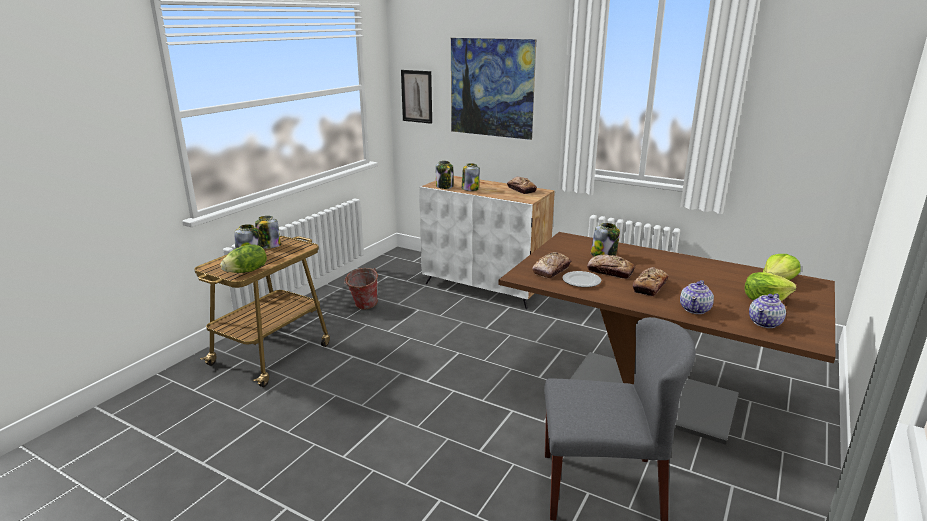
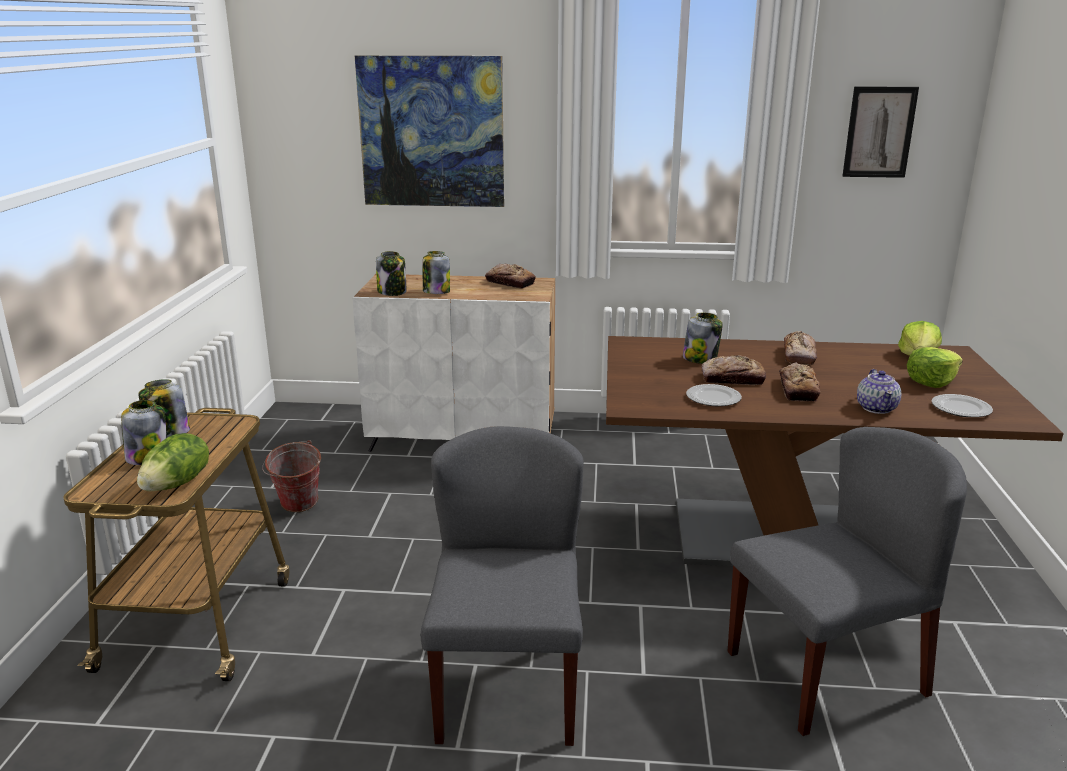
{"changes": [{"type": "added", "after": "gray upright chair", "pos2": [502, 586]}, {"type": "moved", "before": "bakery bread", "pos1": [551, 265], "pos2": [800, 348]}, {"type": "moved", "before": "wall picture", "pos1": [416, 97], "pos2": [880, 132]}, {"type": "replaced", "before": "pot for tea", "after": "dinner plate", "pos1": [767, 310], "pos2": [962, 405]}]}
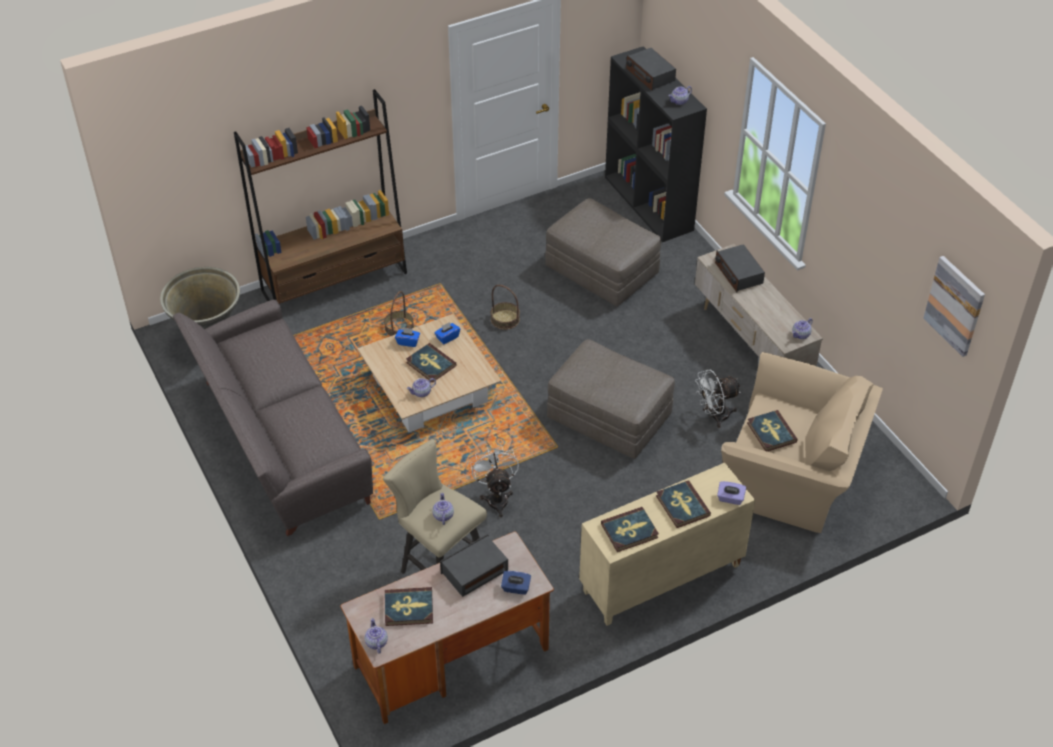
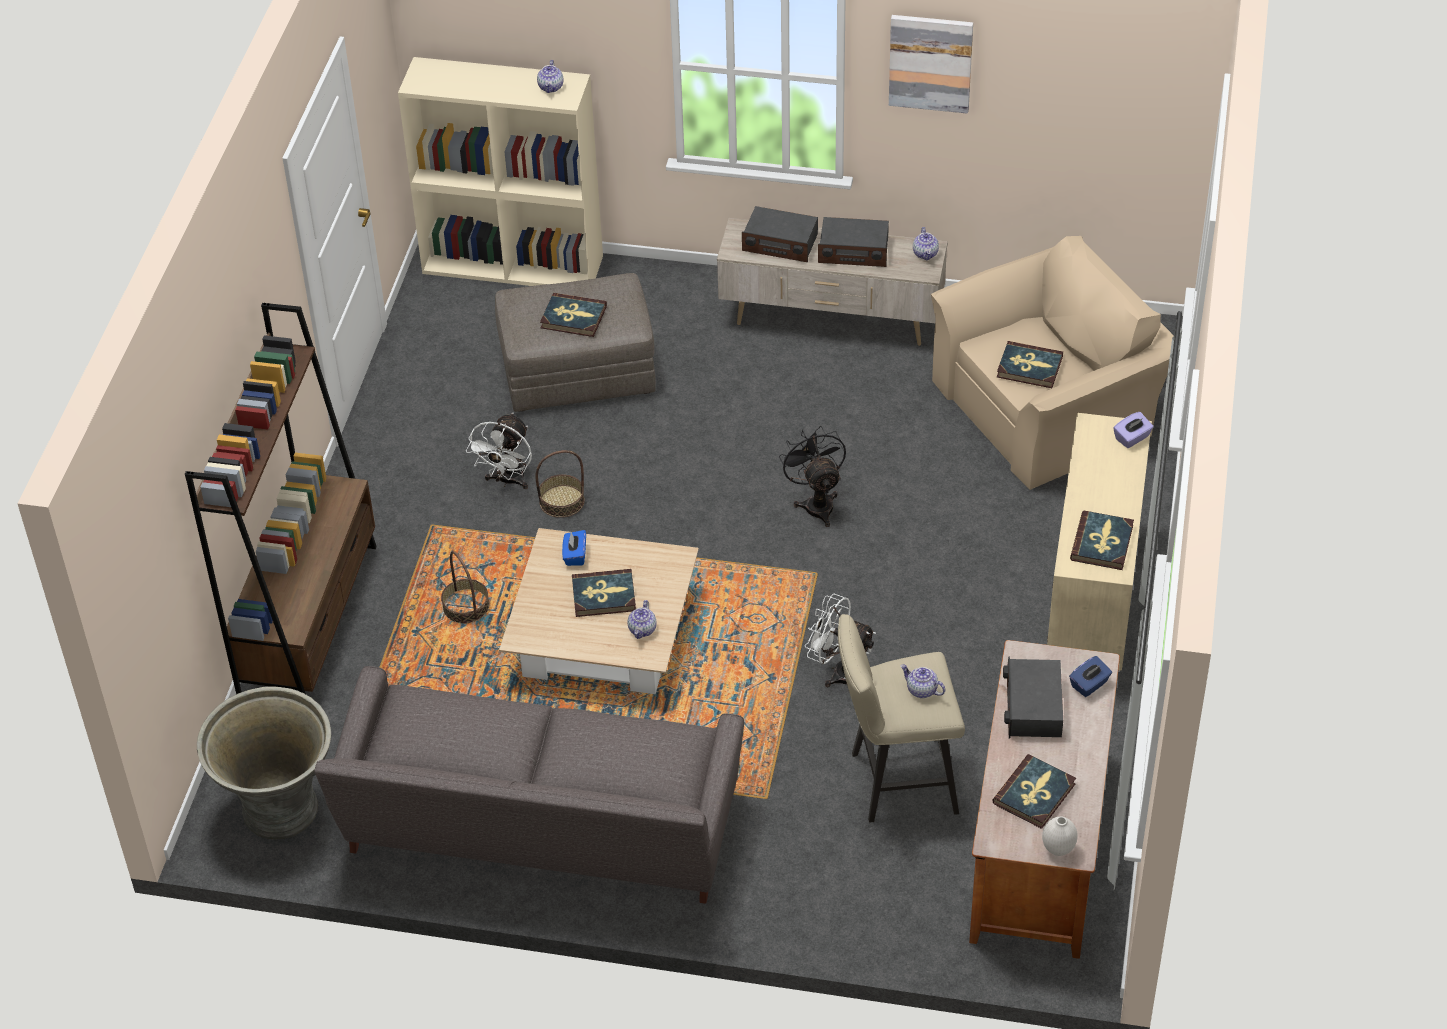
{"changes": [{"type": "recoloured", "before": "blackish shelving unit", "after": "sand-coloured shelving unit", "pos1": [656, 144], "pos2": [500, 171]}, {"type": "moved", "before": "whitish electric fan", "pos1": [718, 399], "pos2": [499, 451]}, {"type": "moved", "before": "volume", "pos1": [683, 504], "pos2": [573, 315]}, {"type": "replaced", "before": "gray ottoman", "after": "blackish electric fan", "pos1": [611, 399], "pos2": [812, 476]}, {"type": "moved", "before": "radio set", "pos1": [651, 69], "pos2": [853, 242]}, {"type": "moved", "before": "wall picture", "pos1": [954, 306], "pos2": [931, 64]}, {"type": "replaced", "before": "pot for tea", "after": "whitish flower vase", "pos1": [376, 636], "pos2": [1060, 836]}, {"type": "removed", "before": "blue tissue box", "pos1": [407, 337]}]}
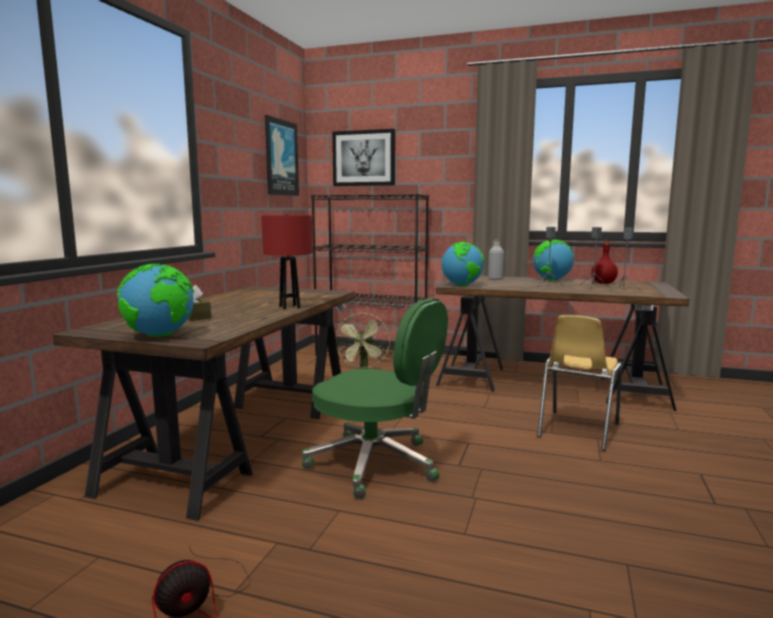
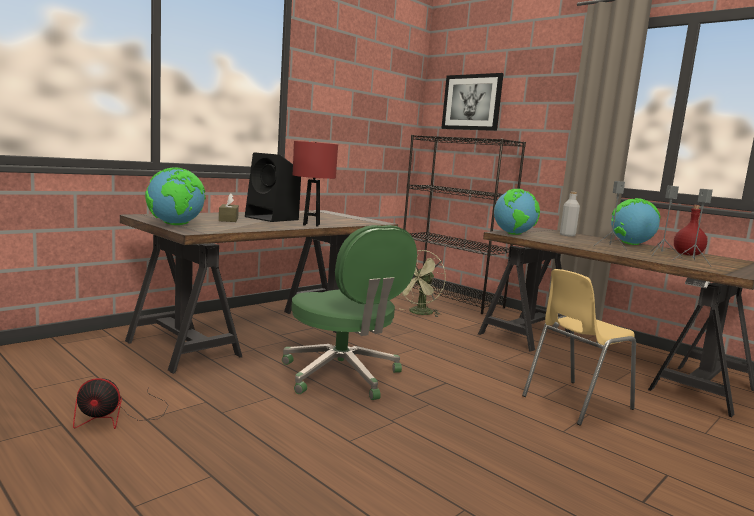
{"changes": [{"type": "added", "after": "blackish speaker", "pos2": [273, 187]}, {"type": "removed", "before": "wall picture", "pos1": [282, 155]}]}
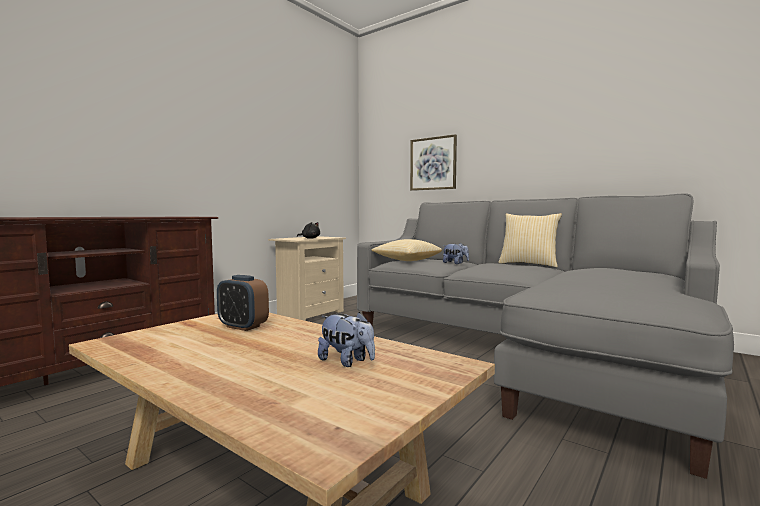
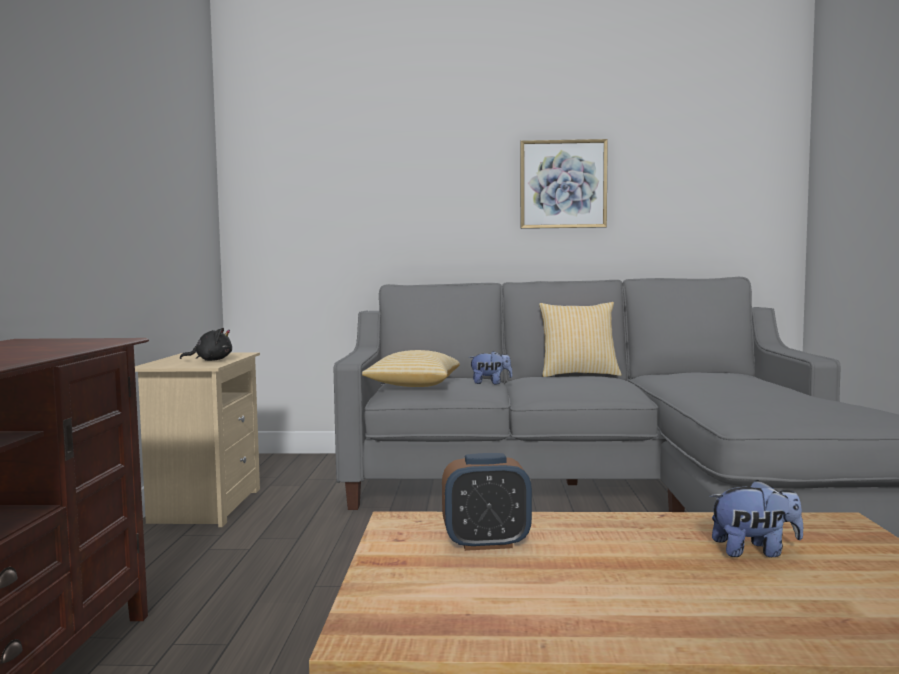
{"changes": [{"type": "moved", "before": "wall picture", "pos1": [433, 162], "pos2": [564, 184]}]}
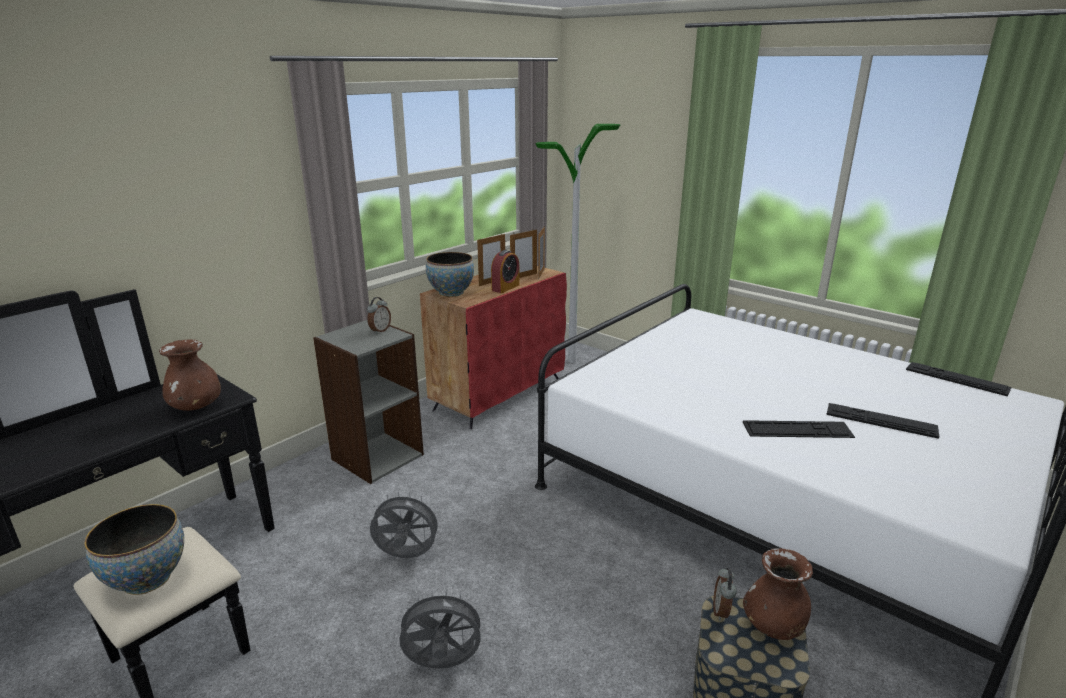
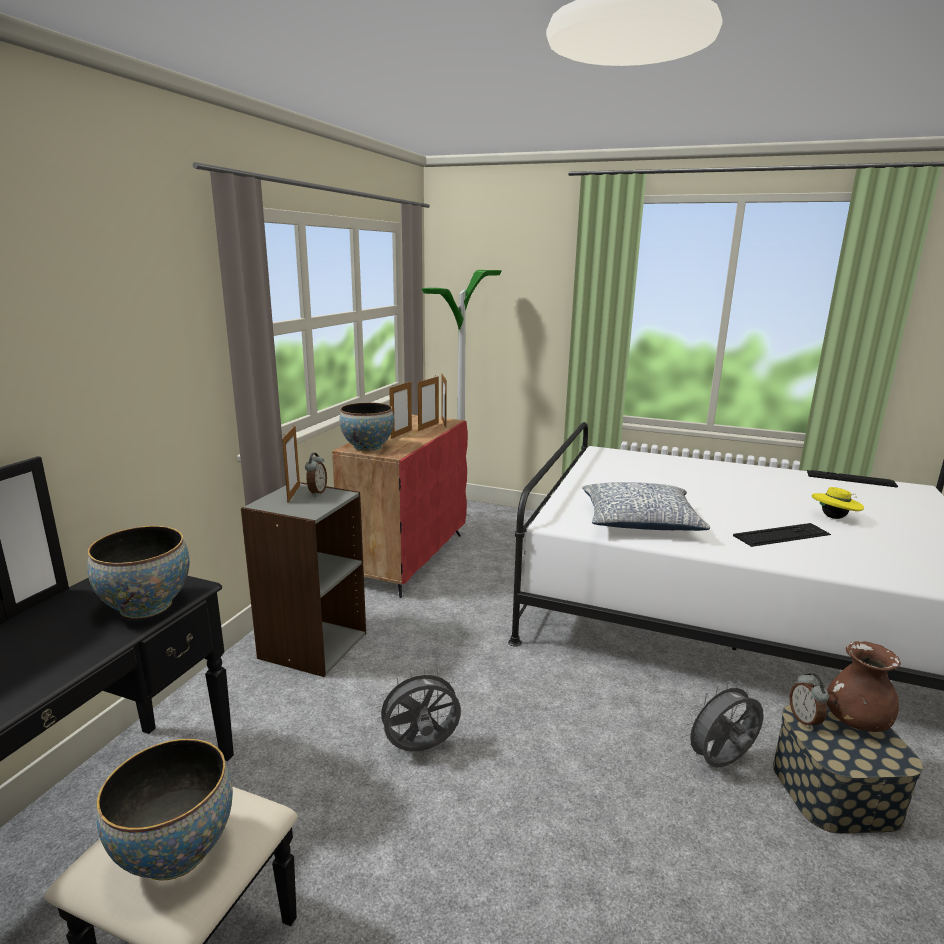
{"changes": [{"type": "replaced", "before": "brown-coloured flower vase", "after": "bowl", "pos1": [190, 375], "pos2": [138, 572]}, {"type": "added", "after": "standing frame", "pos2": [291, 464]}, {"type": "added", "after": "throw pillow", "pos2": [646, 506]}, {"type": "moved", "before": "gray electric fan", "pos1": [440, 628], "pos2": [723, 724]}, {"type": "replaced", "before": "PC keyboard", "after": "yellowish wearable hat", "pos1": [882, 421], "pos2": [838, 503]}, {"type": "removed", "before": "table clock", "pos1": [505, 271]}]}
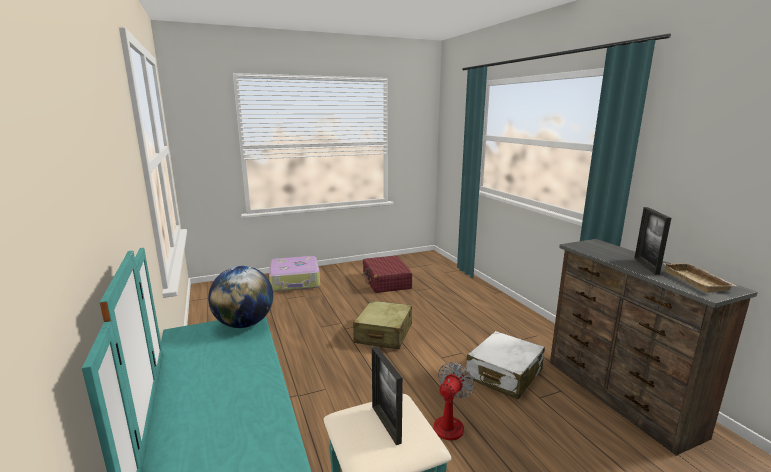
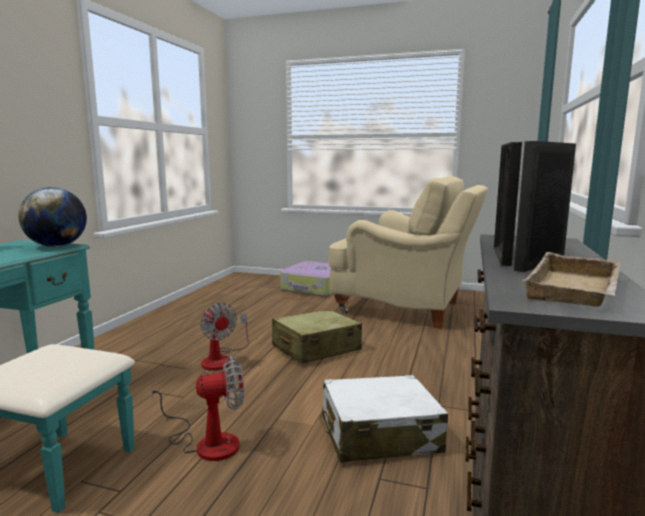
{"changes": [{"type": "added", "after": "electric fan", "pos2": [224, 337]}, {"type": "replaced", "before": "red travel case", "after": "sand-coloured lounge chair", "pos1": [388, 274], "pos2": [408, 252]}, {"type": "moved", "before": "standing frame", "pos1": [387, 395], "pos2": [508, 204]}]}
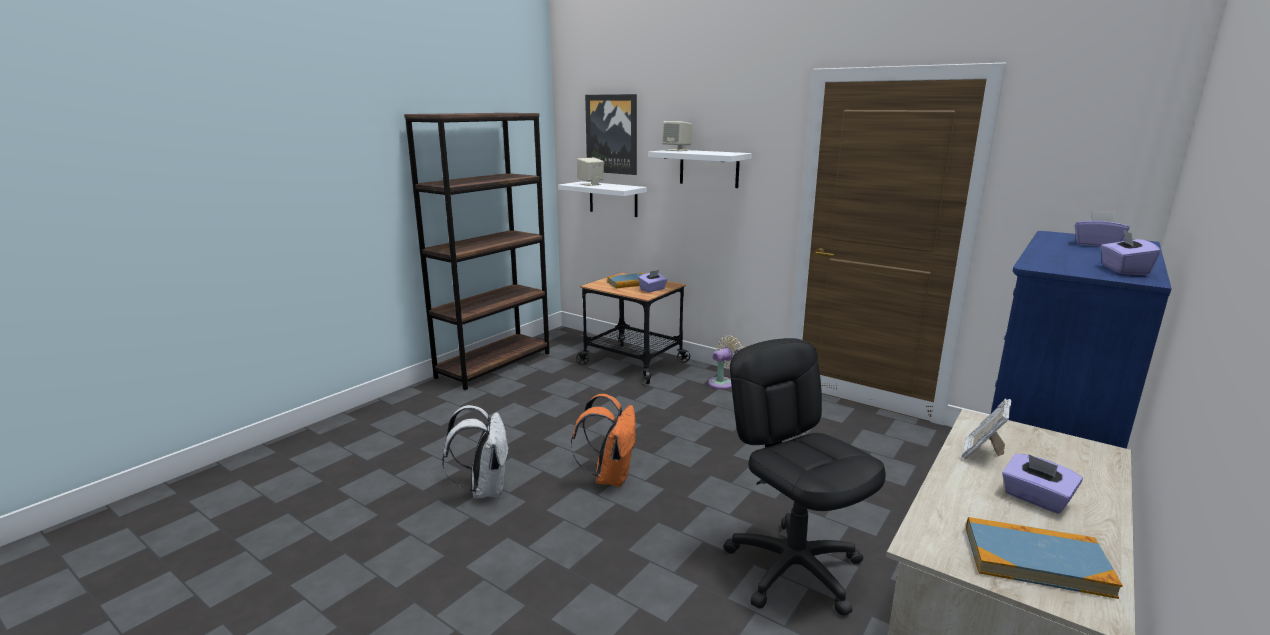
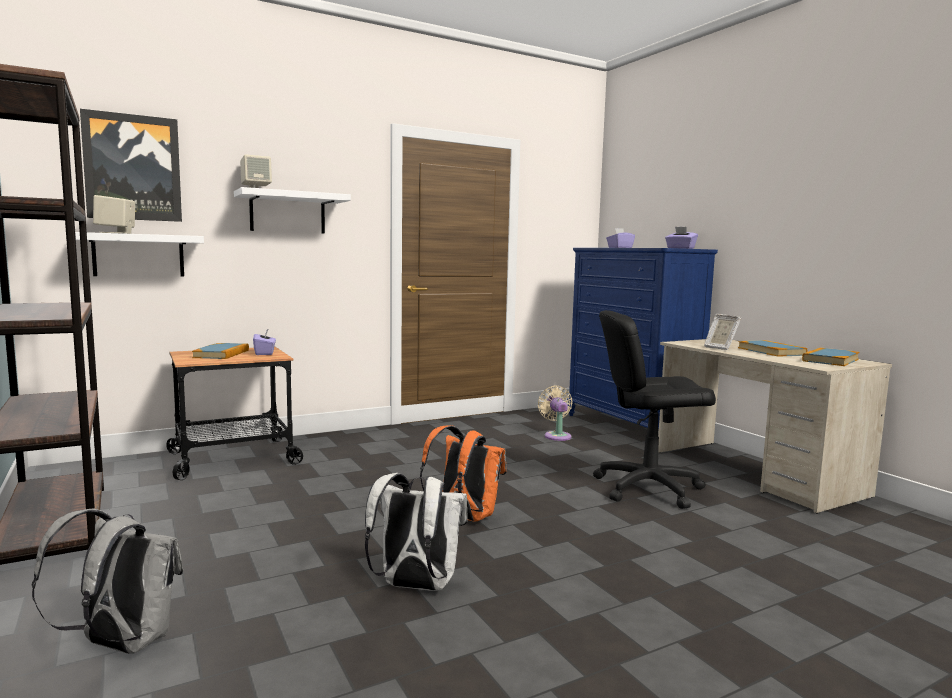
{"changes": [{"type": "added", "after": "gray knapsack", "pos2": [107, 581]}, {"type": "moved", "before": "sand-coloured electric fan", "pos1": [725, 362], "pos2": [555, 413]}, {"type": "replaced", "before": "purple tissue box", "after": "volume", "pos1": [1042, 484], "pos2": [772, 348]}]}
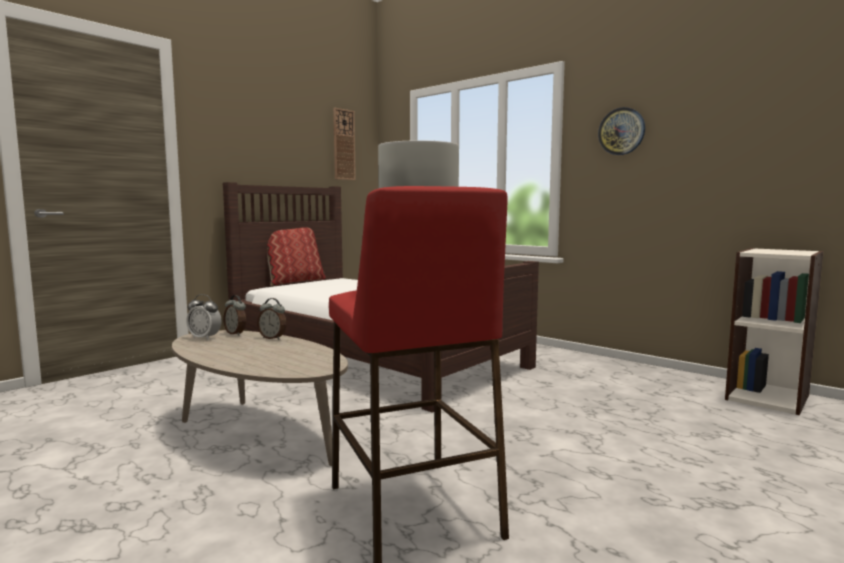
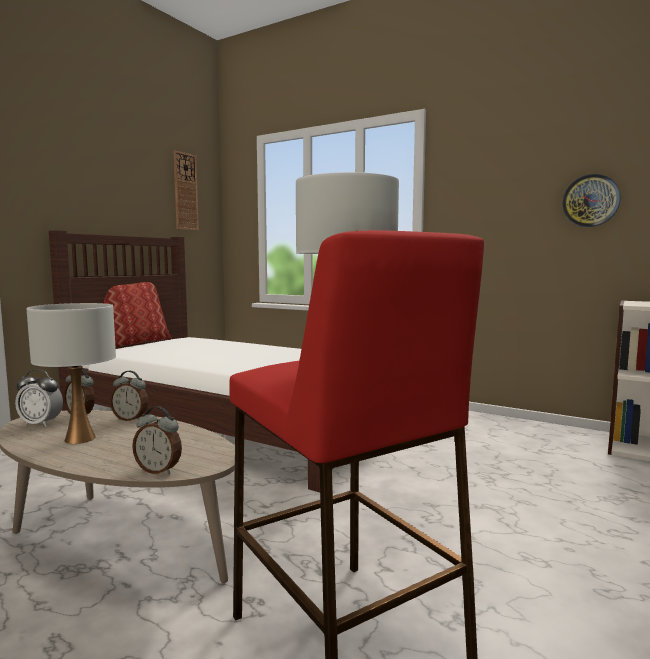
{"changes": [{"type": "added", "after": "whitish table lamp", "pos2": [71, 373]}, {"type": "added", "after": "table clock", "pos2": [157, 440]}, {"type": "moved", "before": "hanging clock", "pos1": [621, 131], "pos2": [591, 200]}]}
